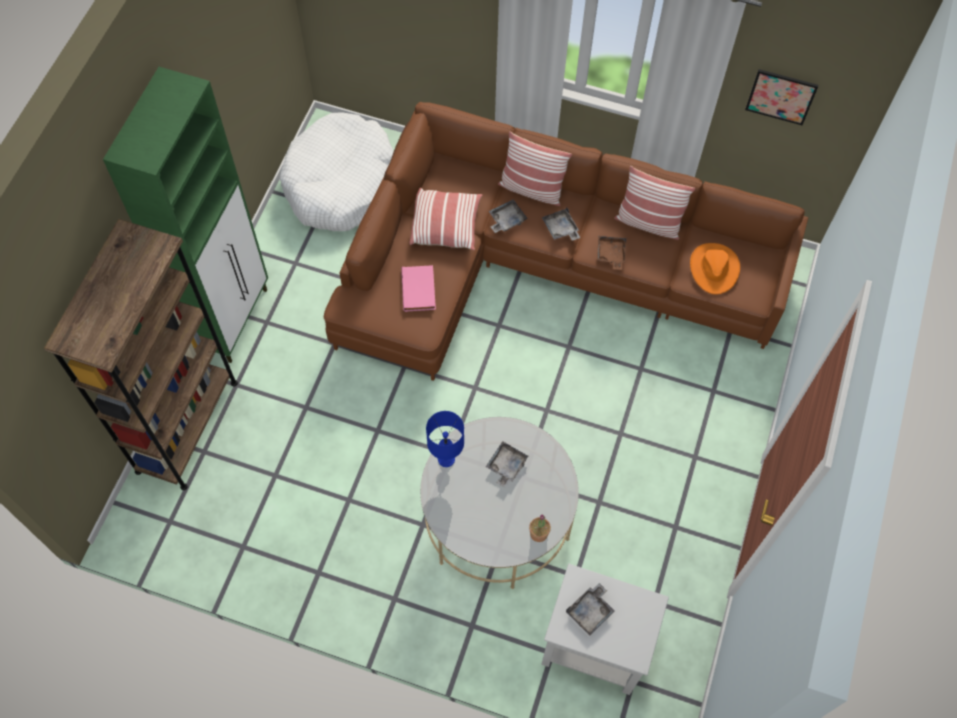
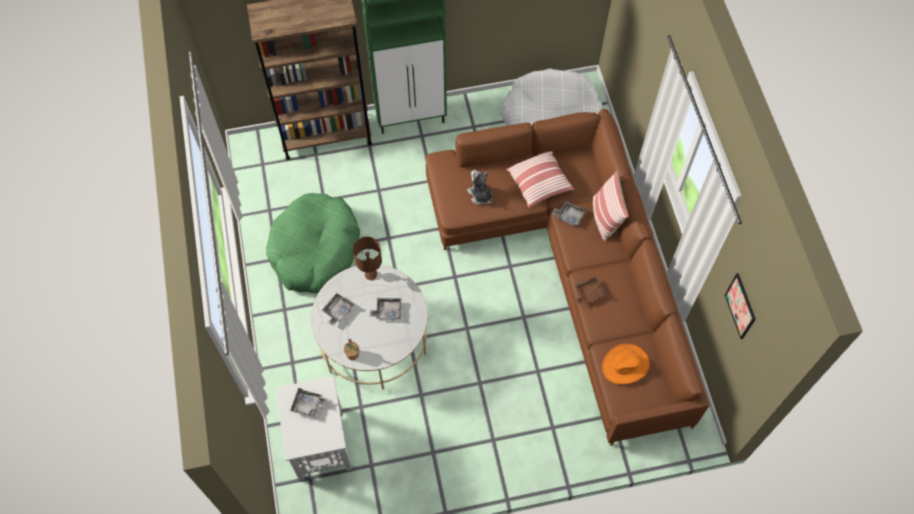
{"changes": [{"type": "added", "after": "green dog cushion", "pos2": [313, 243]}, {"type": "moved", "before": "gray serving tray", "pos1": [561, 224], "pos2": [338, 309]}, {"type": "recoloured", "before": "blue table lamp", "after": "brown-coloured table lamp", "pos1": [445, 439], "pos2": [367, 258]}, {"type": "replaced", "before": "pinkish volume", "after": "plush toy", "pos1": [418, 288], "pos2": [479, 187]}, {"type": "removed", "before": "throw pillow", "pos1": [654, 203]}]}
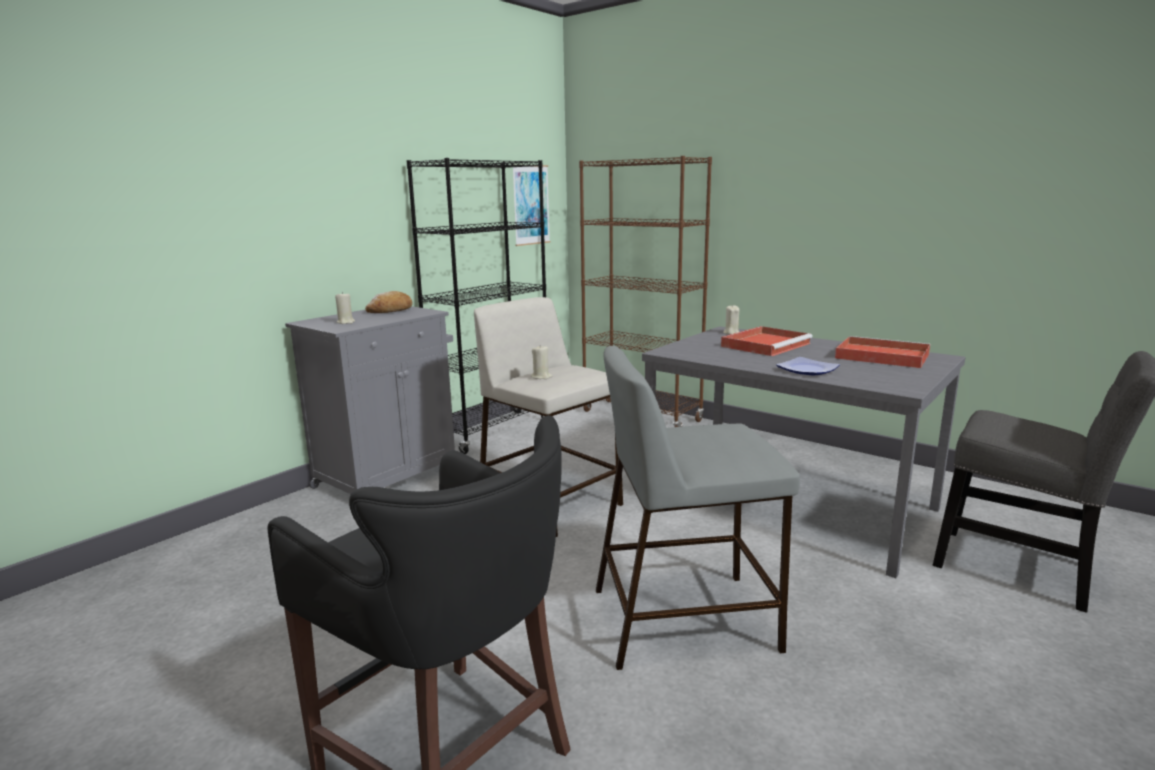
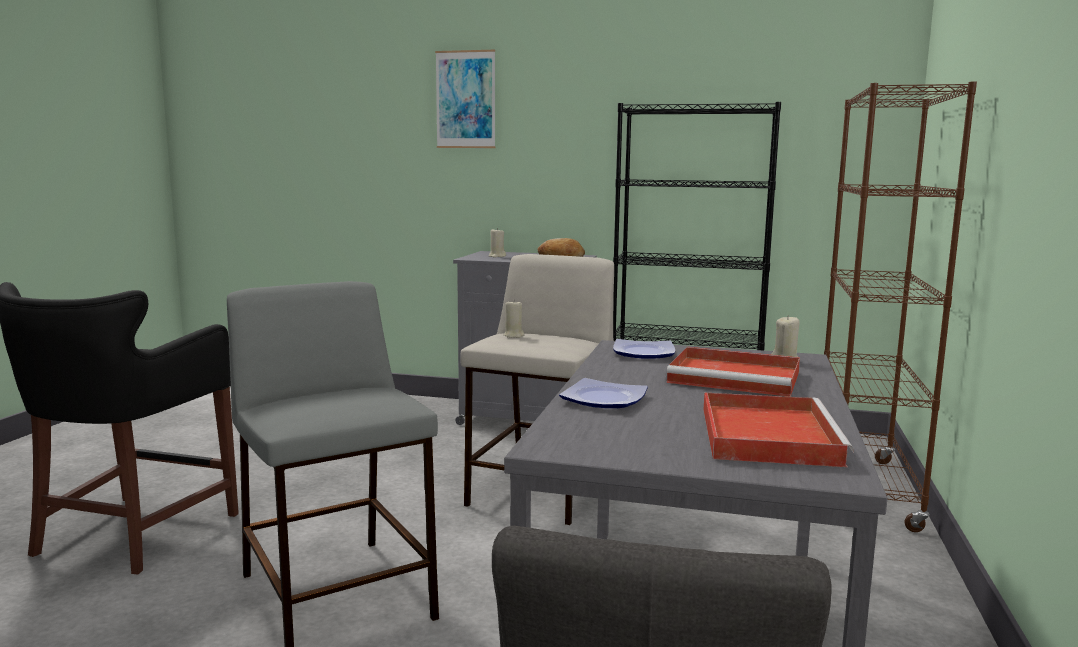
{"changes": [{"type": "moved", "before": "wall picture", "pos1": [531, 205], "pos2": [465, 99]}, {"type": "added", "after": "dinner plate", "pos2": [644, 349]}]}
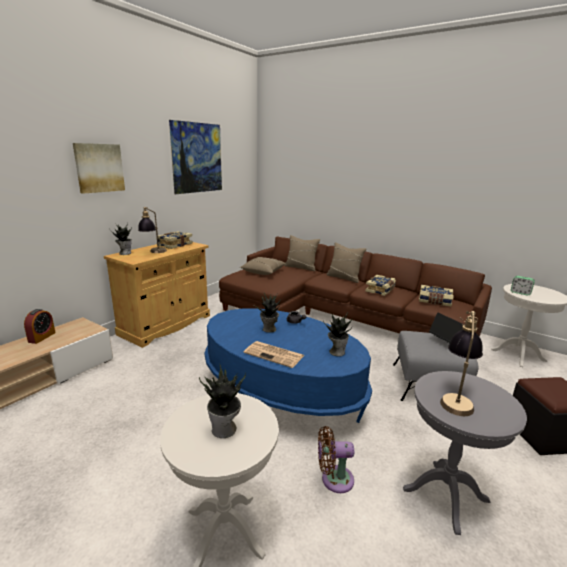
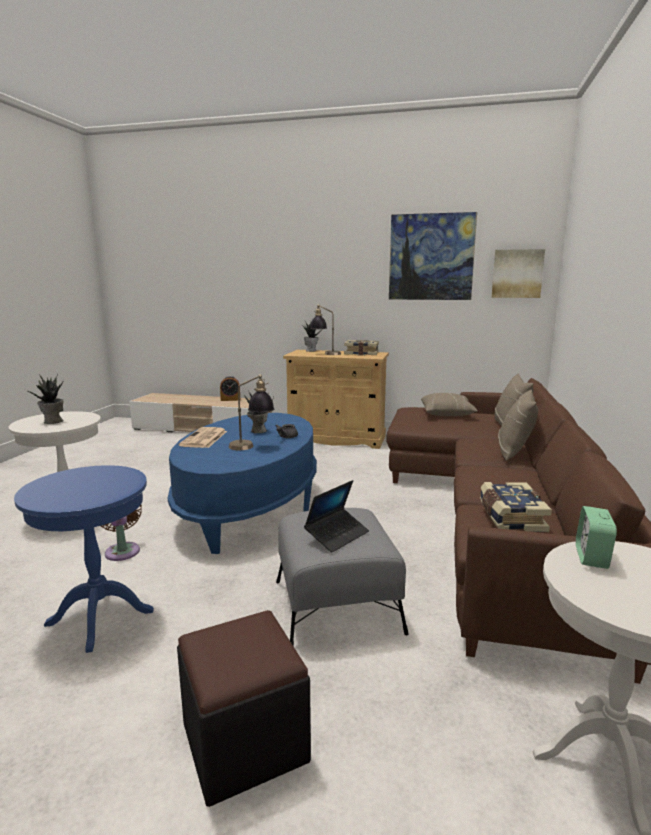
{"changes": [{"type": "recoloured", "before": "gray end table", "after": "blue end table", "pos1": [465, 453], "pos2": [84, 559]}, {"type": "moved", "before": "table lamp", "pos1": [461, 363], "pos2": [251, 412]}, {"type": "moved", "before": "wall picture", "pos1": [99, 168], "pos2": [518, 273]}, {"type": "removed", "before": "plant in a pot", "pos1": [337, 334]}, {"type": "removed", "before": "volume", "pos1": [380, 285]}]}
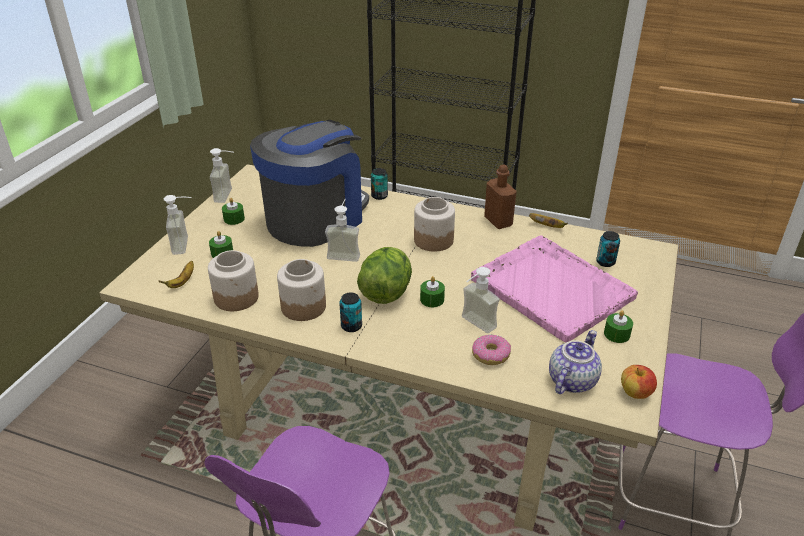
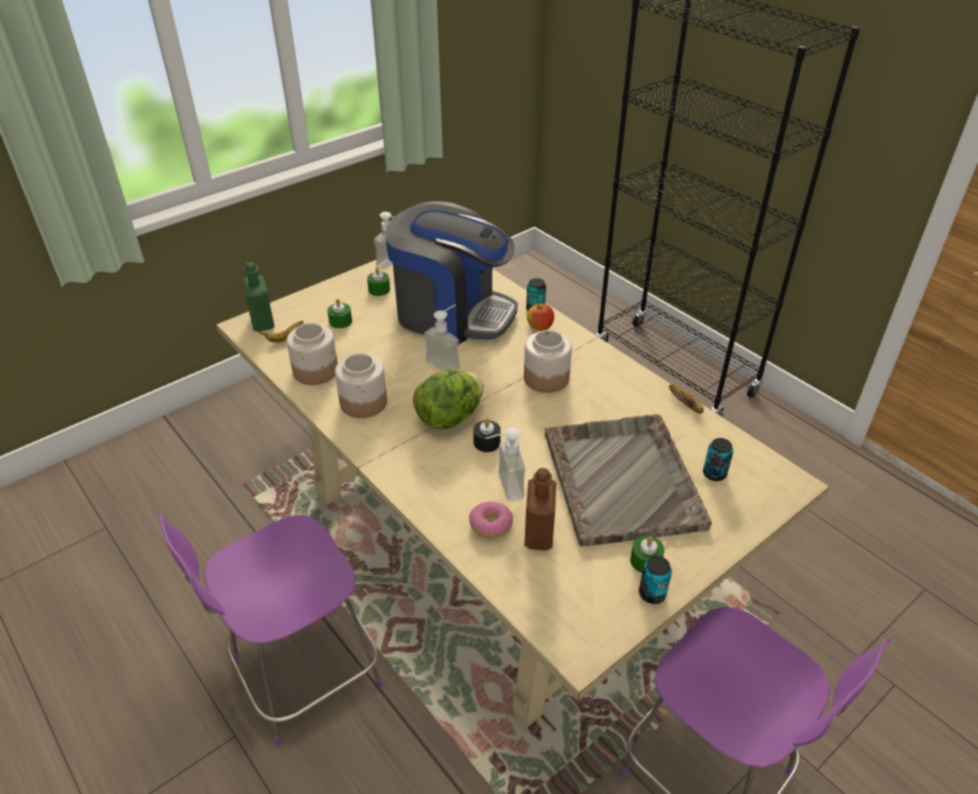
{"changes": [{"type": "added", "after": "green bottle", "pos2": [258, 297]}, {"type": "turned", "before": "coffee brewer", "pos1": [309, 183], "pos2": [451, 272], "turn": 45}, {"type": "recoloured", "before": "green wax candle", "after": "blackish wax candle", "pos1": [432, 291], "pos2": [487, 435]}, {"type": "moved", "before": "brown-coloured bottle", "pos1": [500, 196], "pos2": [540, 509]}, {"type": "moved", "before": "whole apple", "pos1": [639, 382], "pos2": [540, 317]}, {"type": "recoloured", "before": "pinkish serving tray", "after": "gray serving tray", "pos1": [554, 289], "pos2": [628, 480]}, {"type": "moved", "before": "sealed can", "pos1": [350, 312], "pos2": [655, 580]}, {"type": "removed", "before": "soap dispenser", "pos1": [177, 225]}, {"type": "removed", "before": "pot for tea", "pos1": [575, 362]}]}
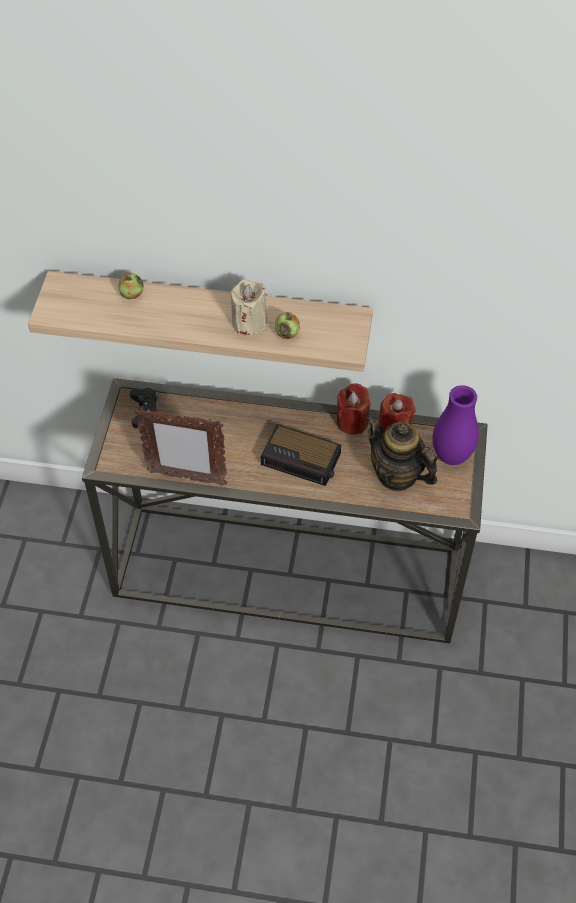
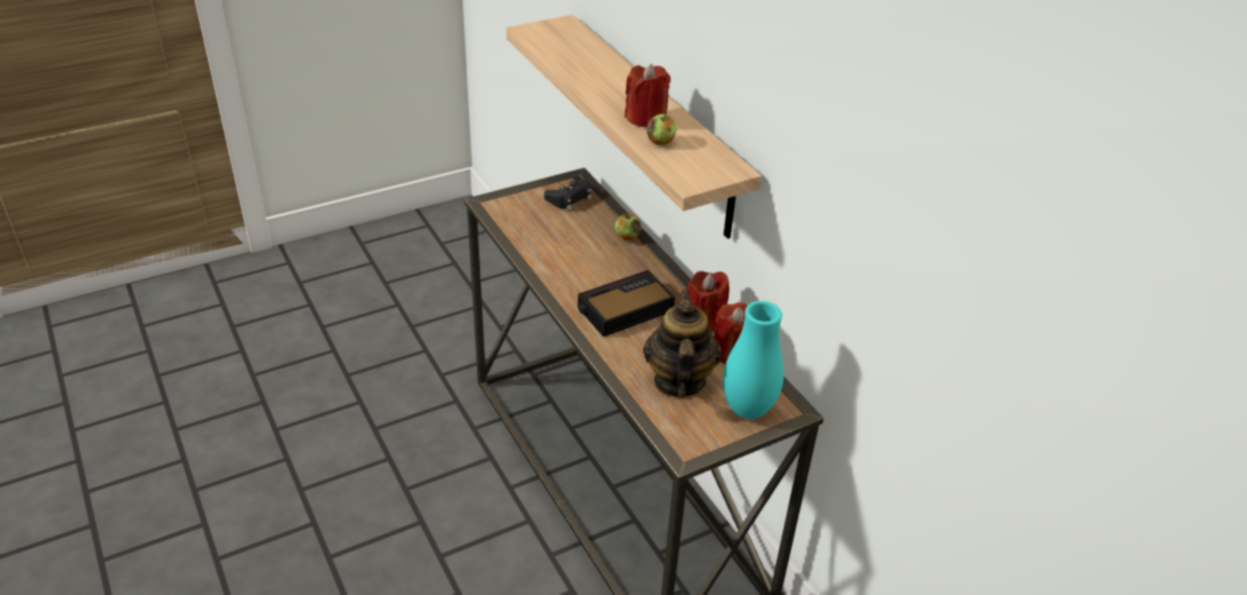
{"changes": [{"type": "turned", "before": "table clock", "pos1": [301, 455], "pos2": [626, 303], "turn": 75}, {"type": "moved", "before": "whole apple", "pos1": [131, 286], "pos2": [628, 226]}, {"type": "recoloured", "before": "sand-coloured wax candle", "after": "red wax candle", "pos1": [249, 307], "pos2": [648, 95]}, {"type": "recoloured", "before": "purple flower vase", "after": "blue-green flower vase", "pos1": [455, 425], "pos2": [753, 360]}, {"type": "removed", "before": "standing frame", "pos1": [181, 447]}]}
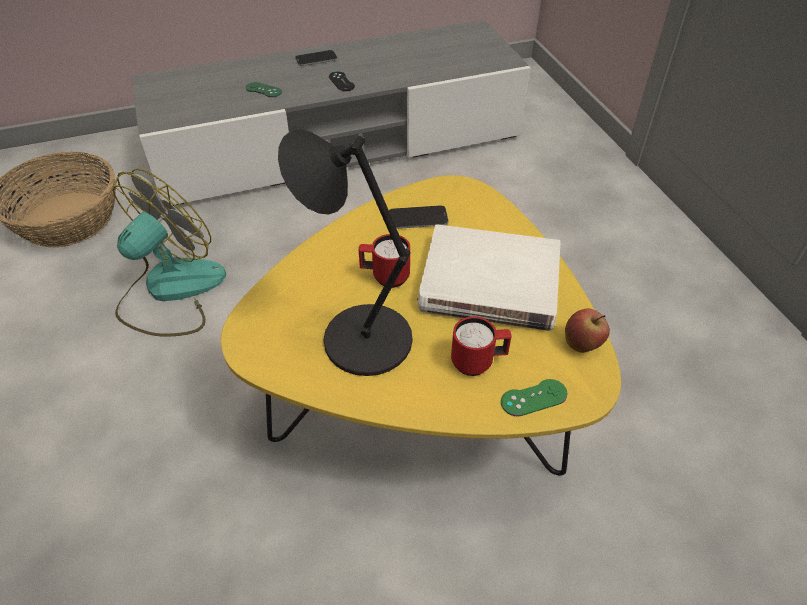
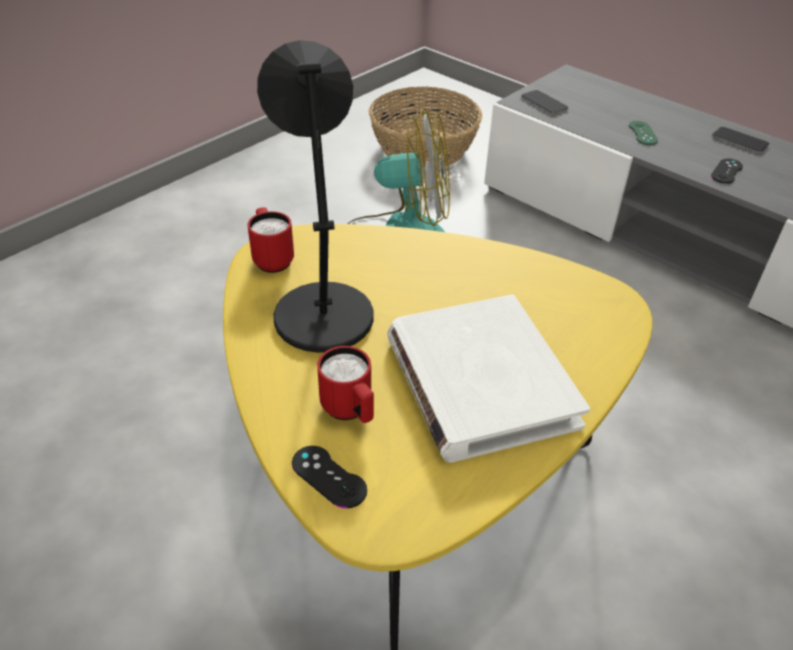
{"changes": [{"type": "moved", "before": "red mug", "pos1": [384, 261], "pos2": [270, 240]}, {"type": "recoloured", "before": "green joypad", "after": "blackish joypad", "pos1": [534, 397], "pos2": [329, 477]}, {"type": "moved", "before": "phone", "pos1": [419, 217], "pos2": [544, 102]}, {"type": "removed", "before": "whole apple", "pos1": [587, 331]}]}
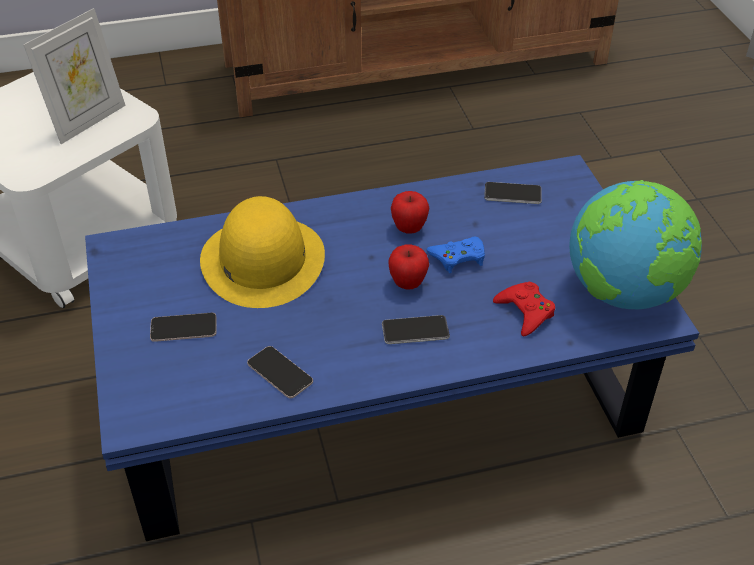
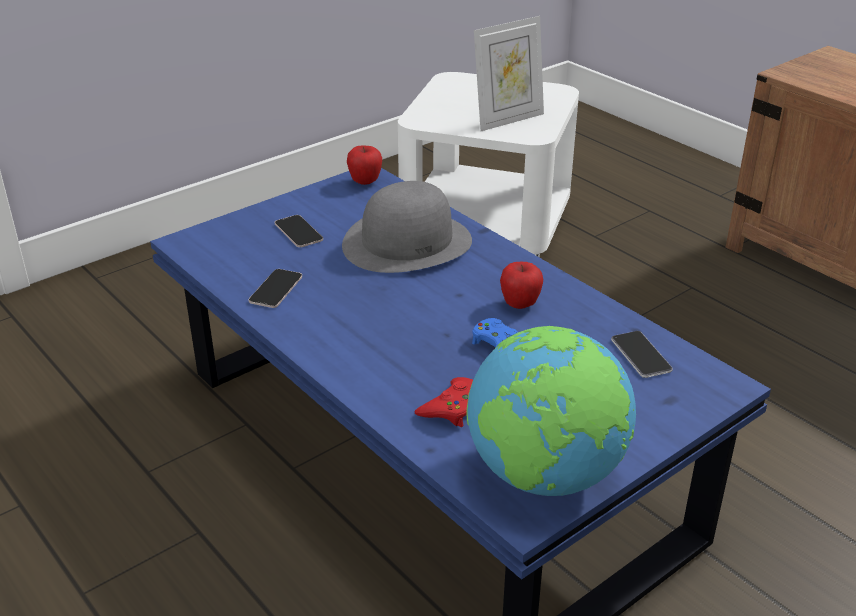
{"changes": [{"type": "recoloured", "before": "yellowish wearable hat", "after": "gray wearable hat", "pos1": [262, 252], "pos2": [407, 227]}, {"type": "moved", "before": "whole apple", "pos1": [408, 267], "pos2": [364, 165]}, {"type": "turned", "before": "standing frame", "pos1": [74, 76], "pos2": [509, 73], "turn": -45}, {"type": "removed", "before": "phone", "pos1": [416, 329]}]}
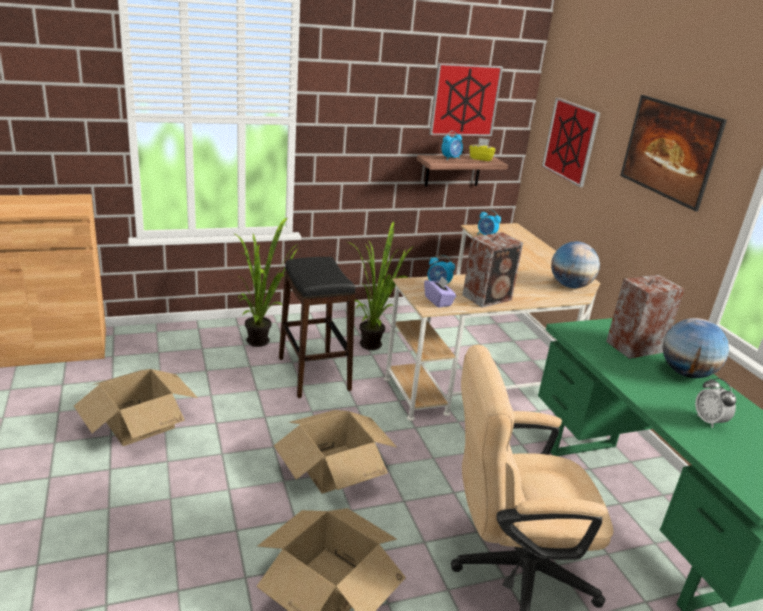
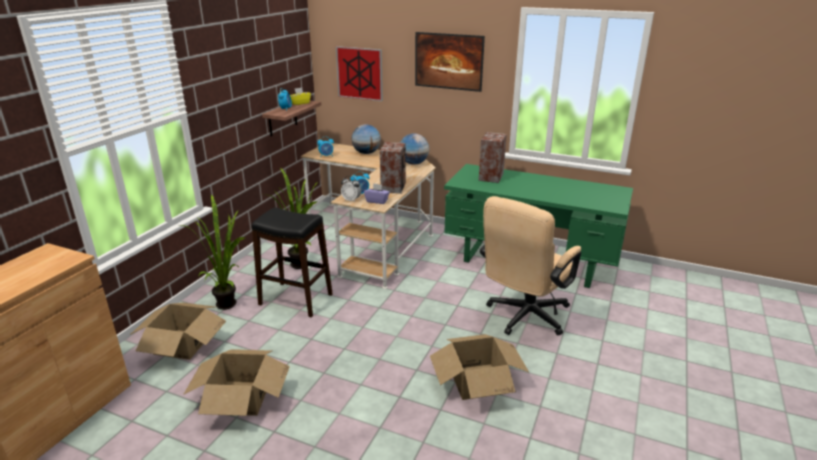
{"changes": [{"type": "moved", "before": "carton", "pos1": [336, 452], "pos2": [178, 331]}, {"type": "moved", "before": "table clock", "pos1": [715, 403], "pos2": [351, 189]}, {"type": "moved", "before": "globe", "pos1": [695, 348], "pos2": [366, 139]}, {"type": "removed", "before": "wall picture", "pos1": [466, 99]}]}
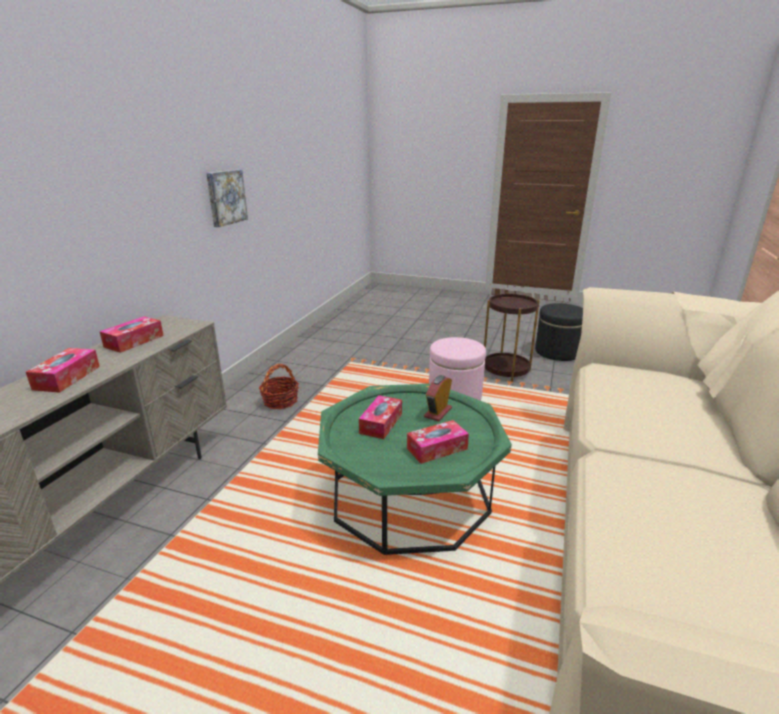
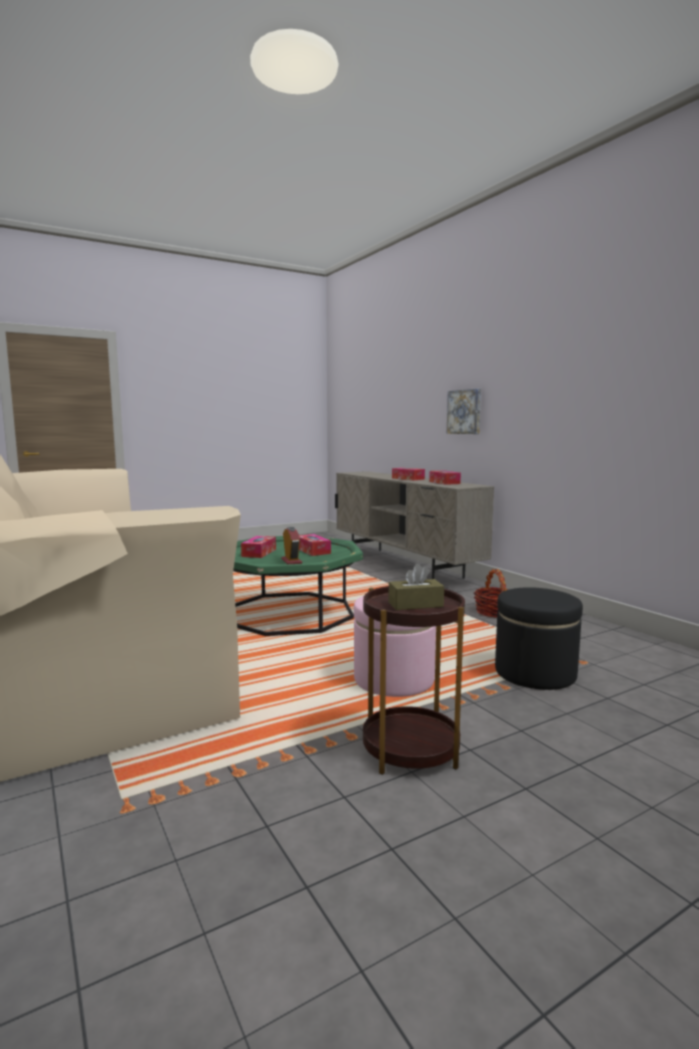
{"changes": [{"type": "added", "after": "brown-coloured tissue box", "pos2": [416, 587]}, {"type": "moved", "before": "wall picture", "pos1": [227, 198], "pos2": [464, 411]}, {"type": "moved", "before": "blackish ottoman", "pos1": [559, 332], "pos2": [539, 638]}]}
